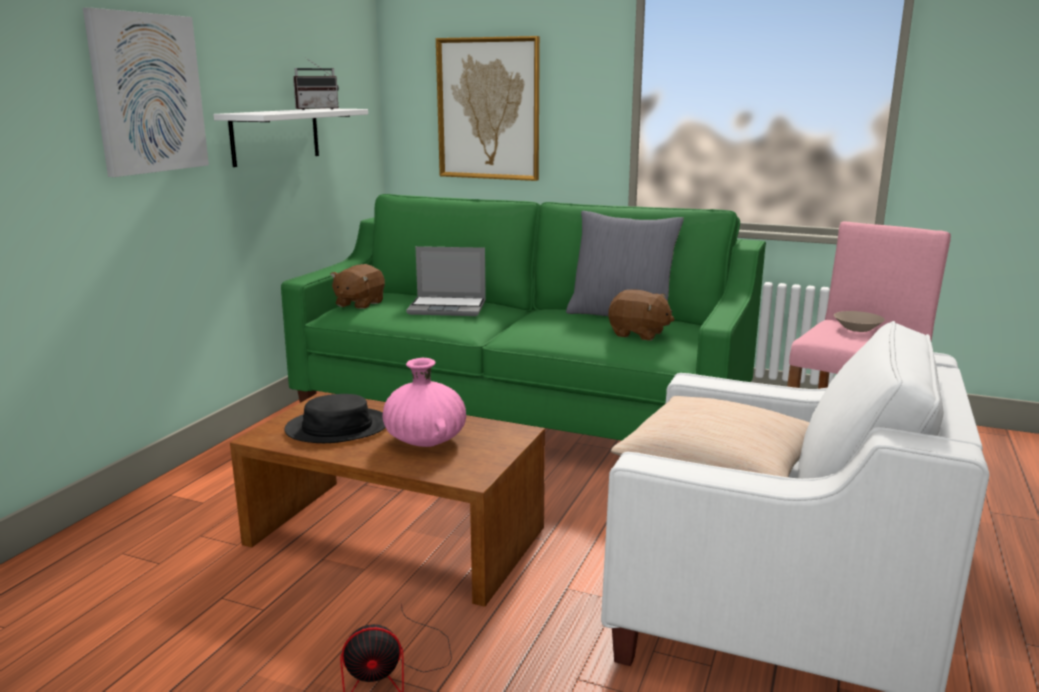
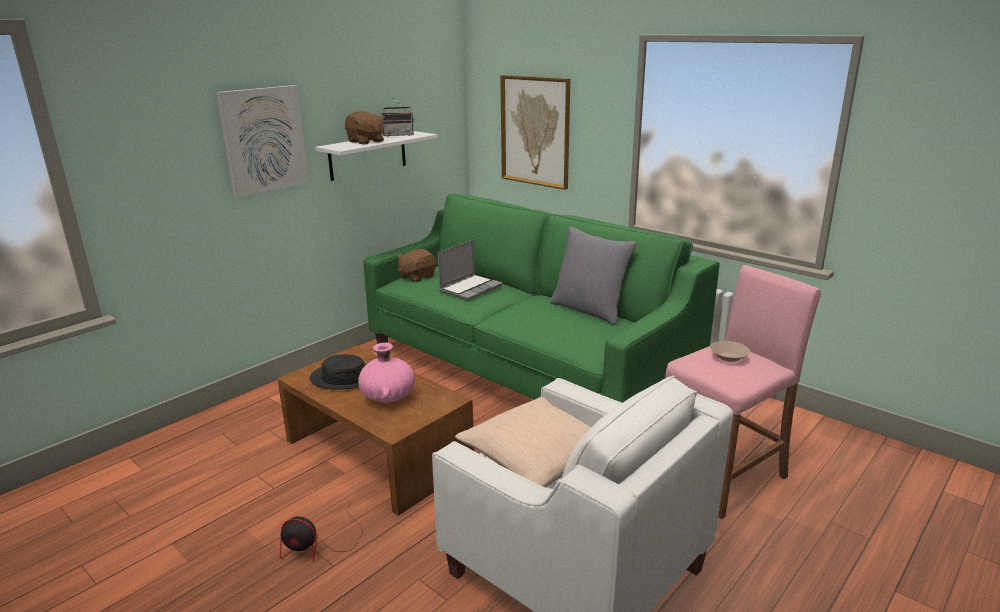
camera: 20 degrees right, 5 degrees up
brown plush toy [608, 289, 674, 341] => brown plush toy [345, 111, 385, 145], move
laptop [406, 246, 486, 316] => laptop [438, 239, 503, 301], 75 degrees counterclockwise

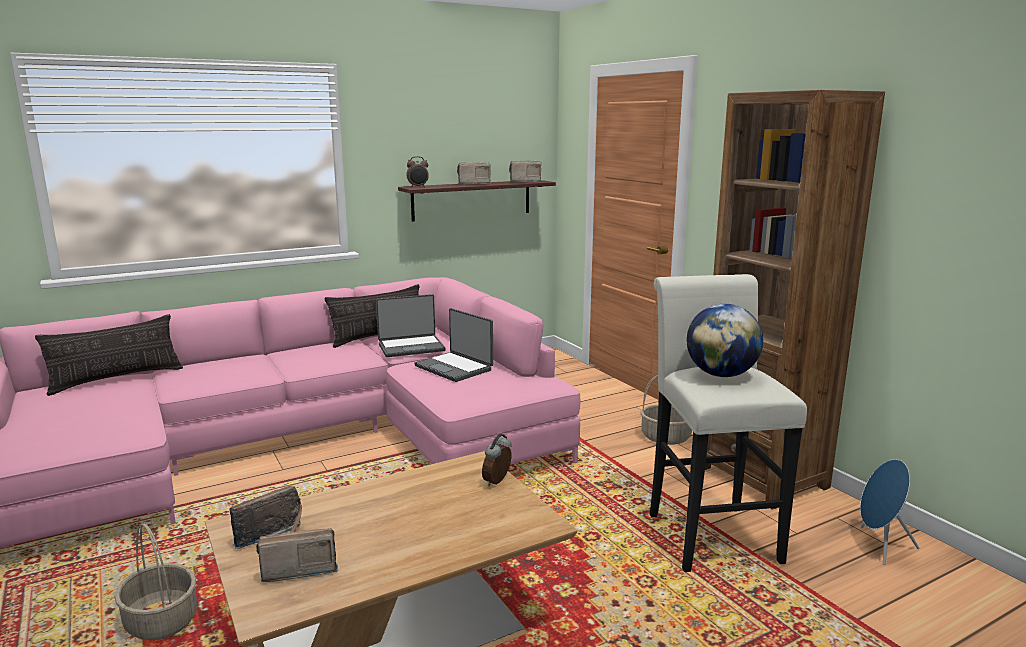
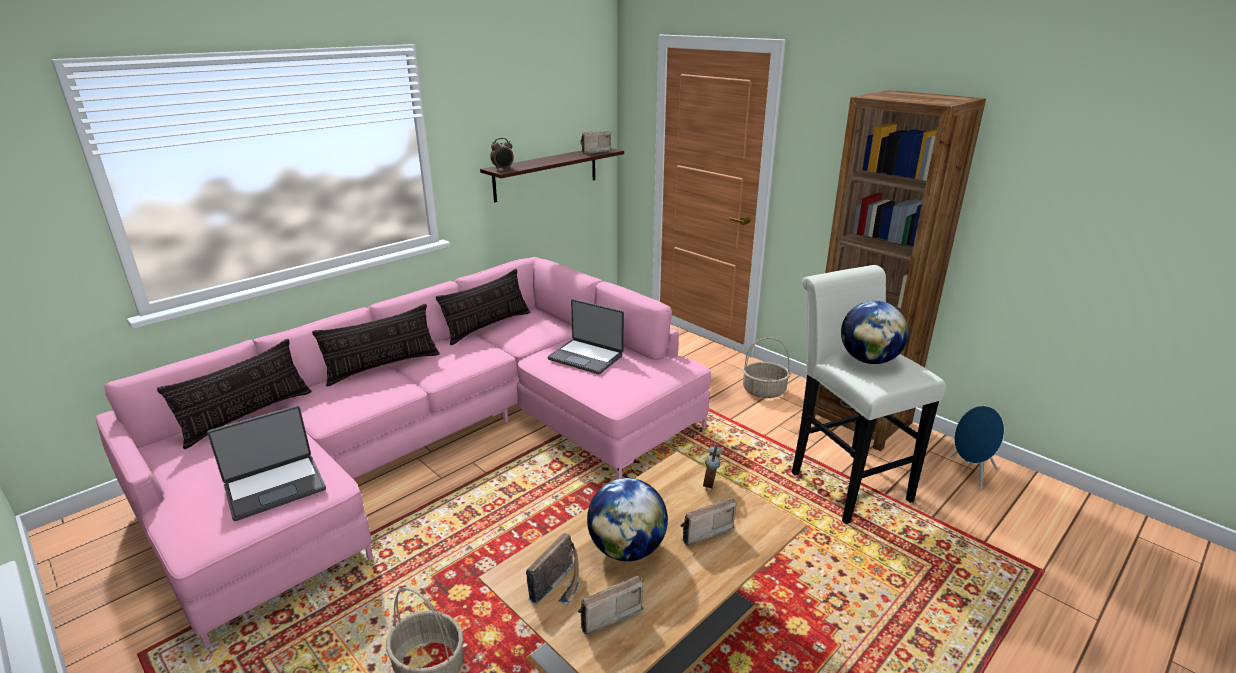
camera: 15 degrees left, 10 degrees up
laptop [376, 294, 446, 357] => laptop [207, 405, 326, 521], move
nothing => pillow [312, 304, 440, 387]
nothing => globe [587, 478, 668, 561]
radio [457, 162, 490, 185] => radio [680, 497, 736, 546], move

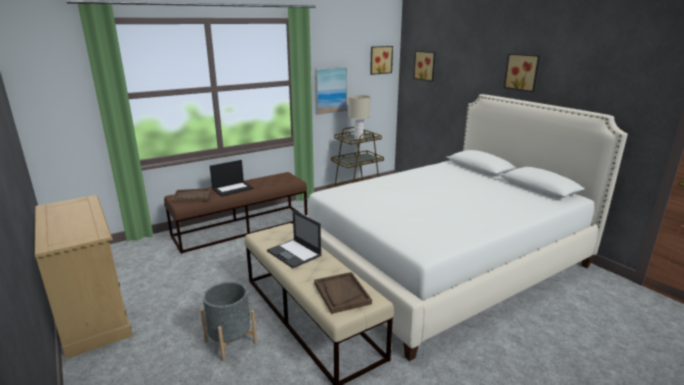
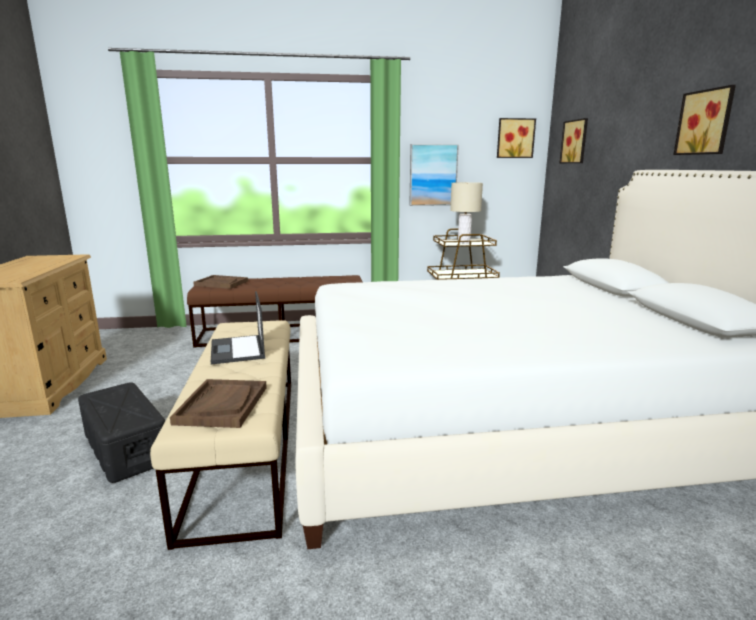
camera: 25 degrees right, 5 degrees down
grey planter [200, 282, 257, 361] => black storage box [78, 382, 165, 483]
laptop [210, 160, 254, 196] => nothing

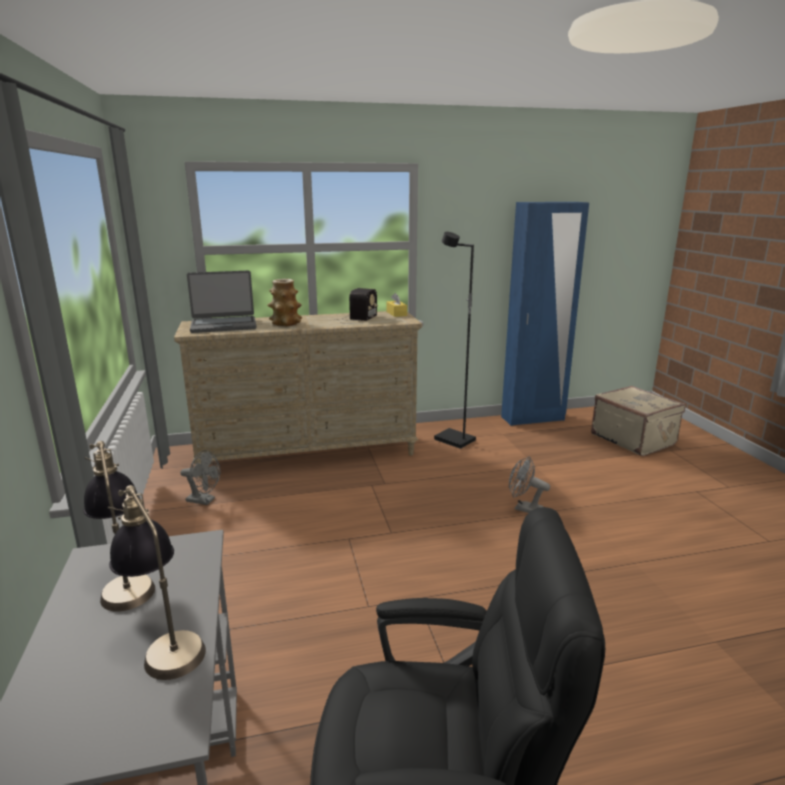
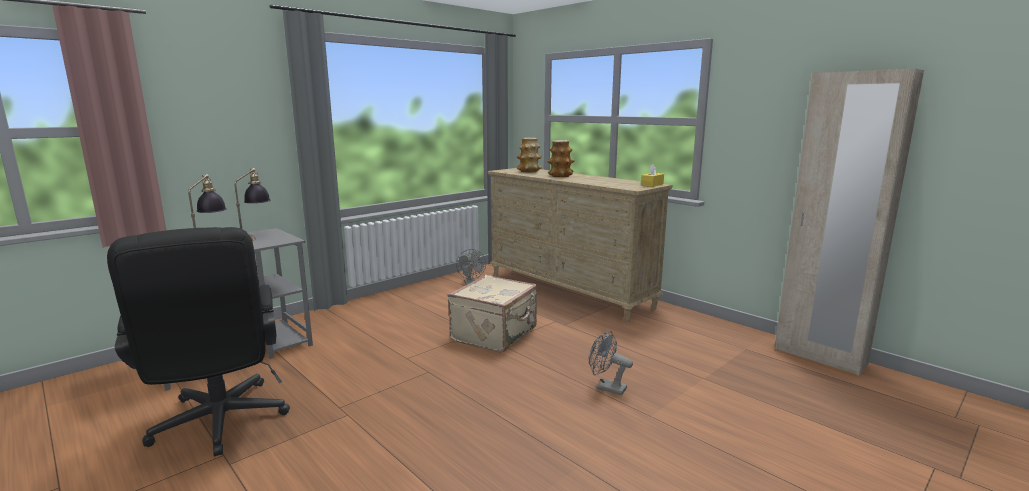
camera: 60 degrees right, 5 degrees down
beige suitcase [591, 386, 686, 456] => beige suitcase [448, 275, 538, 353], move
laptop [187, 270, 257, 333] => vase [517, 138, 542, 172]
grey fan [509, 456, 550, 513] => grey fan [589, 331, 633, 395], 60 degrees counterclockwise
blue wardrobe [501, 202, 589, 426] => beige wardrobe [775, 69, 924, 375]
radio [335, 288, 378, 324] => nothing
black floor lamp [434, 232, 476, 449] => nothing

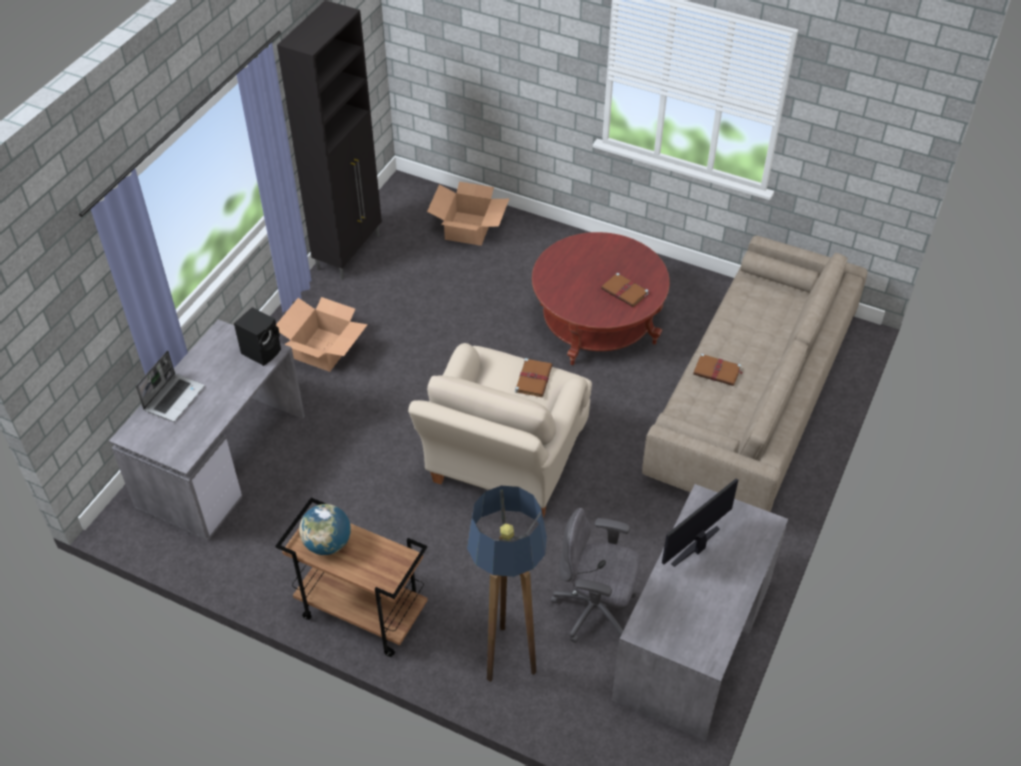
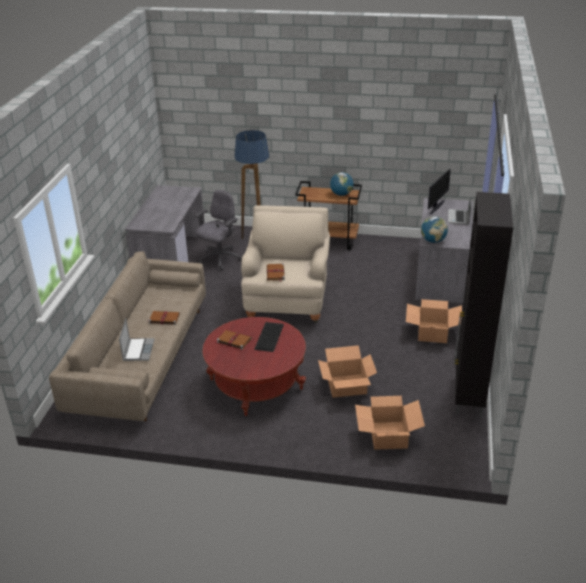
camera: 165 degrees right, 15 degrees down
nothing => laptop [119, 318, 154, 361]
grey office chair [551, 508, 640, 643] => grey office chair [194, 190, 242, 271], 60 degrees counterclockwise
nothing => keyboard [254, 322, 284, 352]
nothing => cardboard box [318, 345, 377, 398]
black speaker [234, 307, 281, 366] => globe [421, 216, 448, 243]
monitor [662, 478, 738, 567] => monitor [428, 169, 451, 214], move

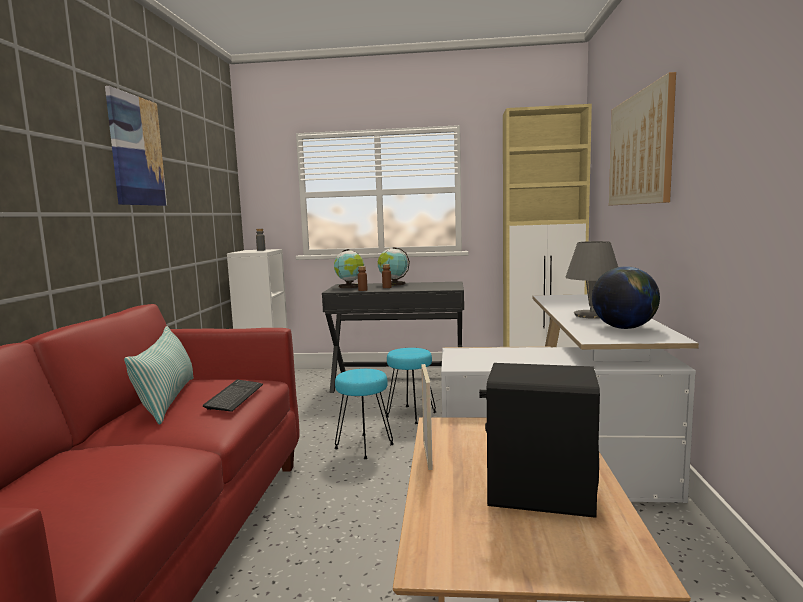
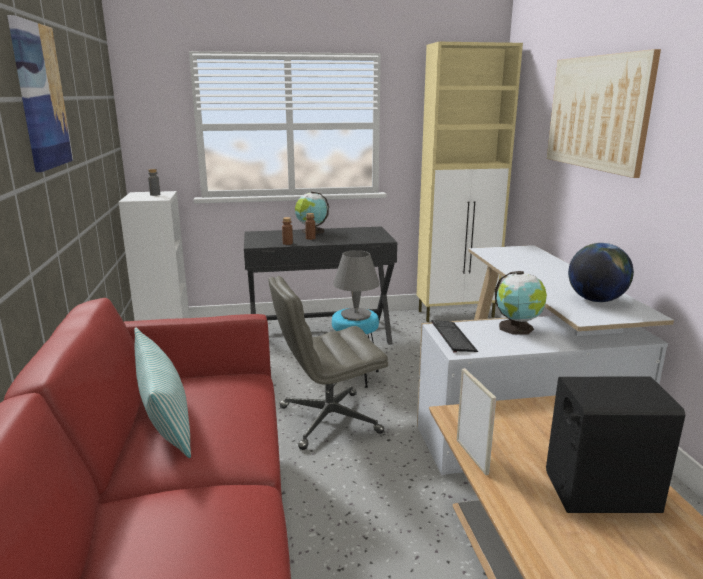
camera: 15 degrees left, 10 degrees up
turquoise stool [334, 369, 394, 459] => grey office chair [269, 276, 388, 450]
grey table lamp [565, 241, 618, 319] => grey table lamp [333, 250, 380, 321], move
keyboard [203, 380, 263, 412] => keyboard [431, 320, 478, 352], move
globe [334, 249, 364, 288] => globe [495, 271, 547, 335], move

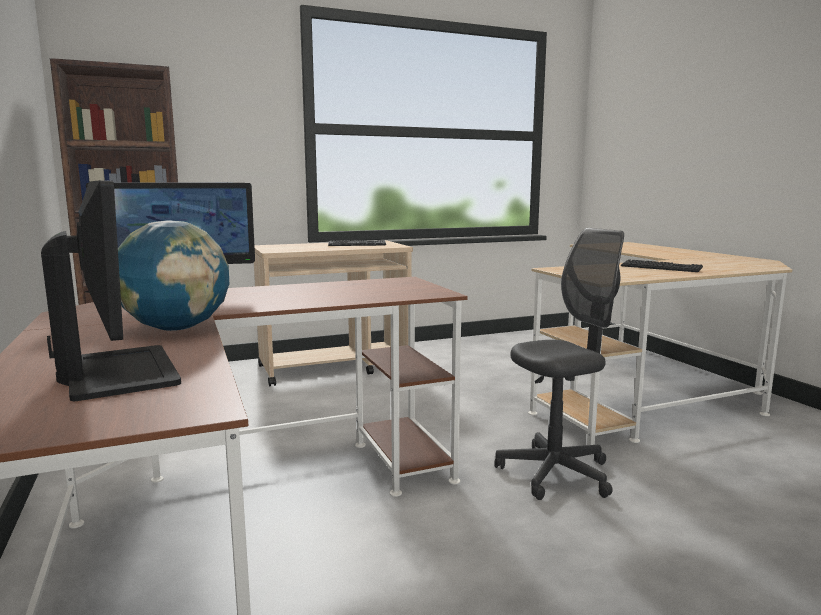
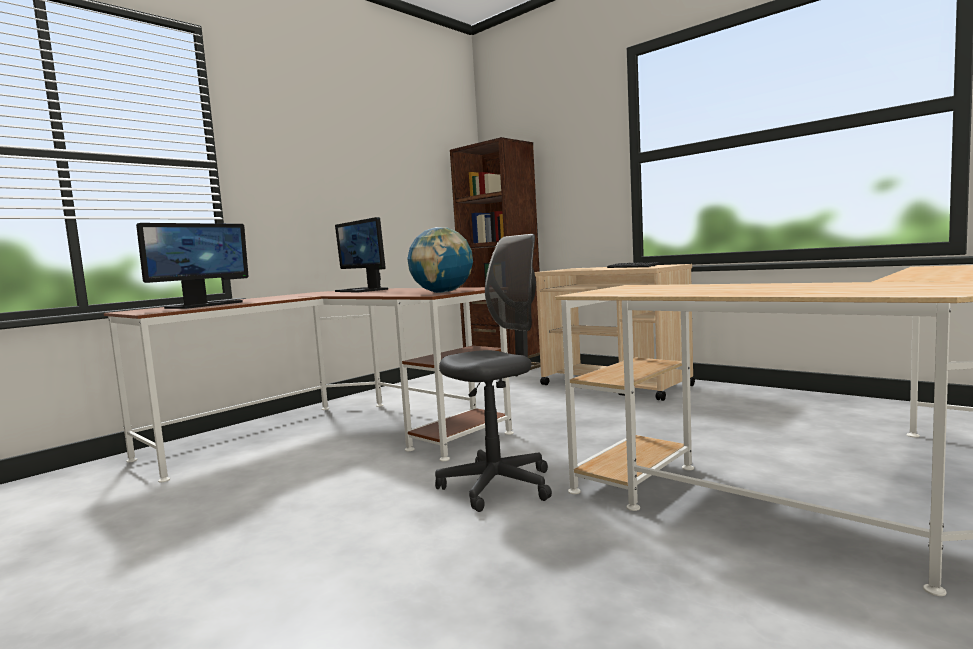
camera: 65 degrees right, 5 degrees down
globe [118, 220, 229, 331] => globe [407, 227, 473, 293], move
grey office chair [494, 228, 624, 500] => grey office chair [435, 234, 552, 512], 75 degrees counterclockwise
keyboard [621, 259, 703, 272] => nothing

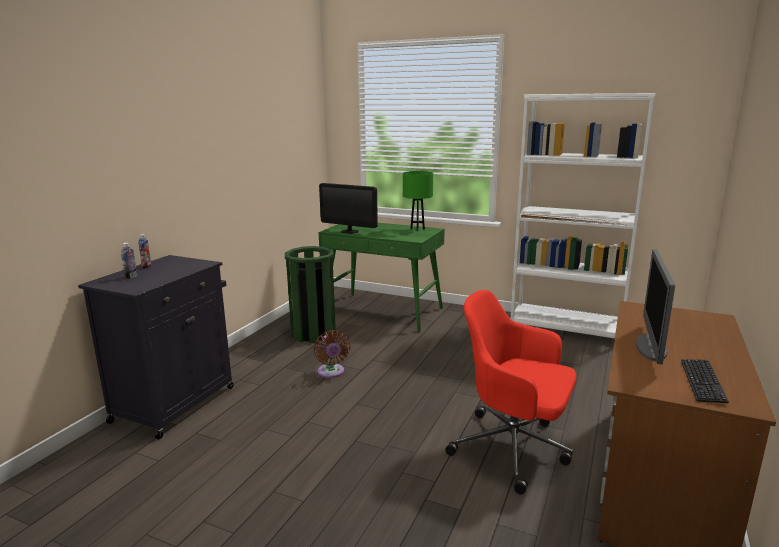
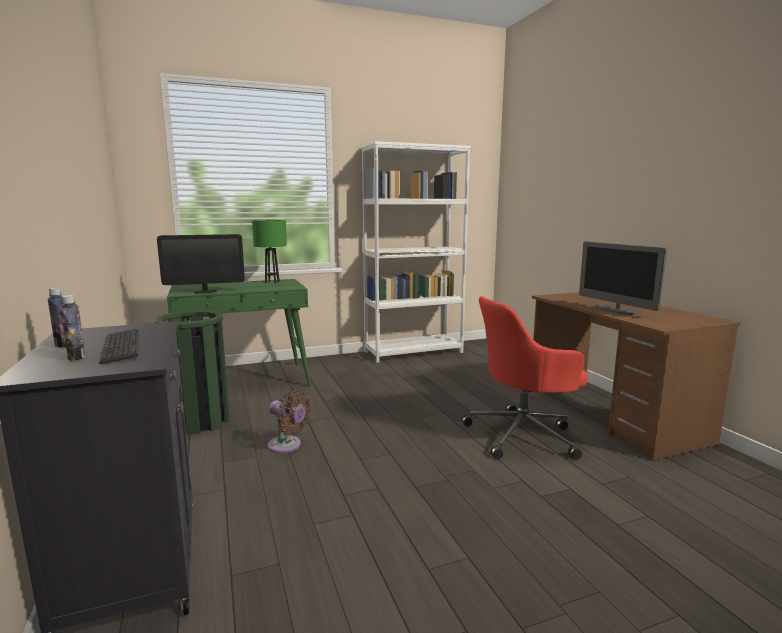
camera: 45 degrees left, 5 degrees down
keyboard [681, 359, 729, 403] => keyboard [99, 329, 139, 364], move

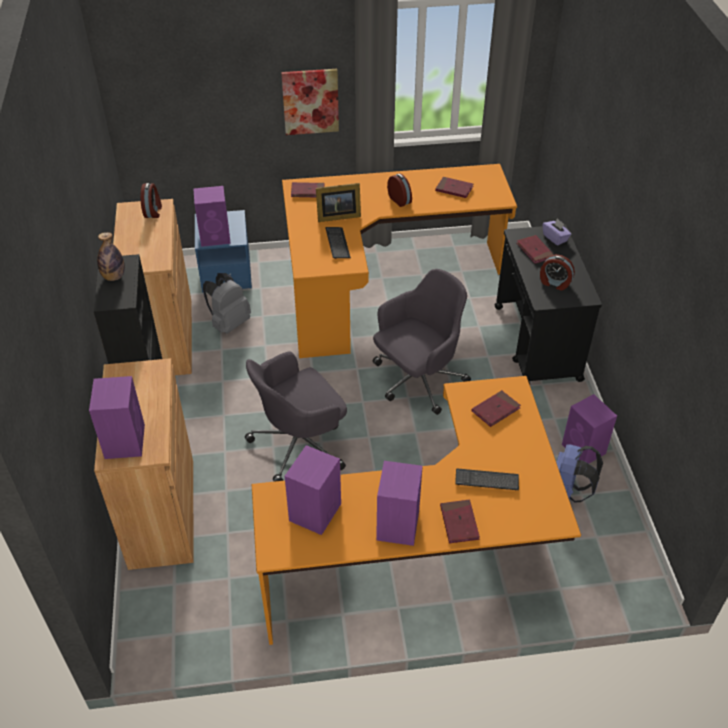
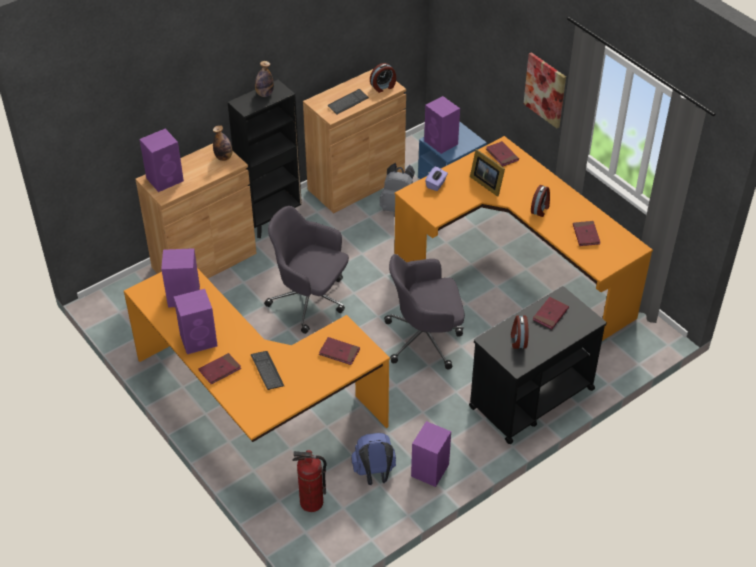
camera: 60 degrees right, 0 degrees up
nothing => bottle [213, 125, 232, 161]
nothing => fire extinguisher [292, 450, 327, 512]
keyboard [326, 227, 351, 259] => keyboard [328, 89, 369, 114], move
grey office chair [373, 269, 471, 415] => grey office chair [384, 254, 465, 369], 150 degrees clockwise
purple tissue box [543, 218, 571, 246] => purple tissue box [425, 166, 448, 191], move

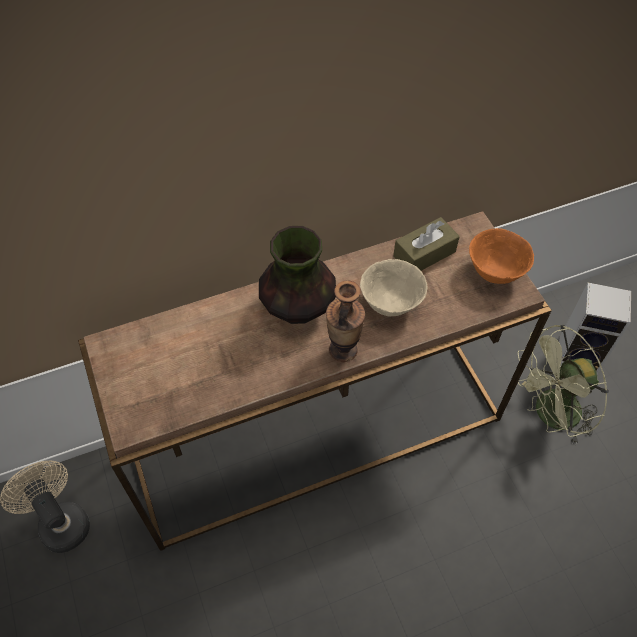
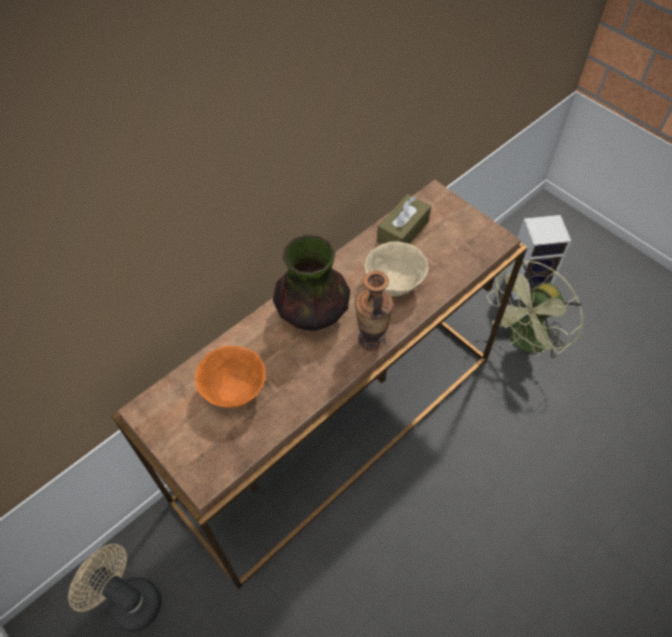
camera: 20 degrees left, 0 degrees up
orange bowl [469, 228, 534, 284] => orange bowl [195, 346, 266, 408], move

